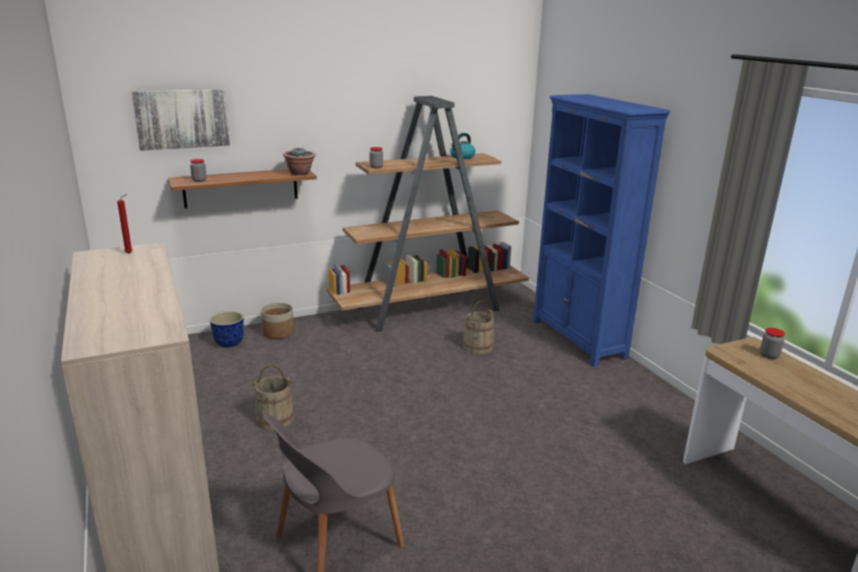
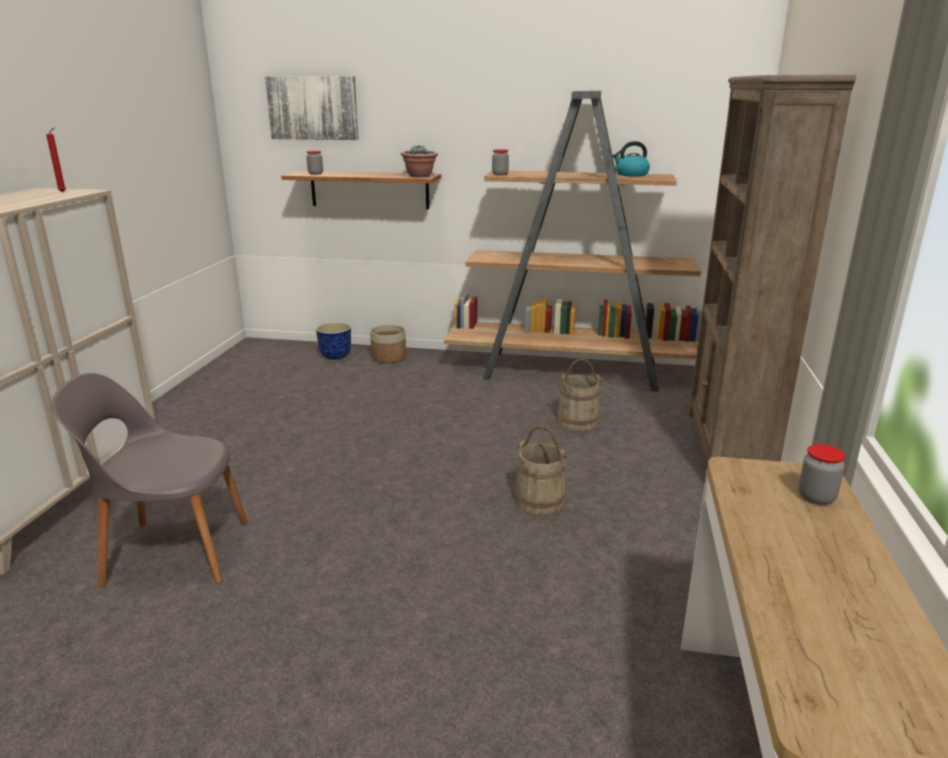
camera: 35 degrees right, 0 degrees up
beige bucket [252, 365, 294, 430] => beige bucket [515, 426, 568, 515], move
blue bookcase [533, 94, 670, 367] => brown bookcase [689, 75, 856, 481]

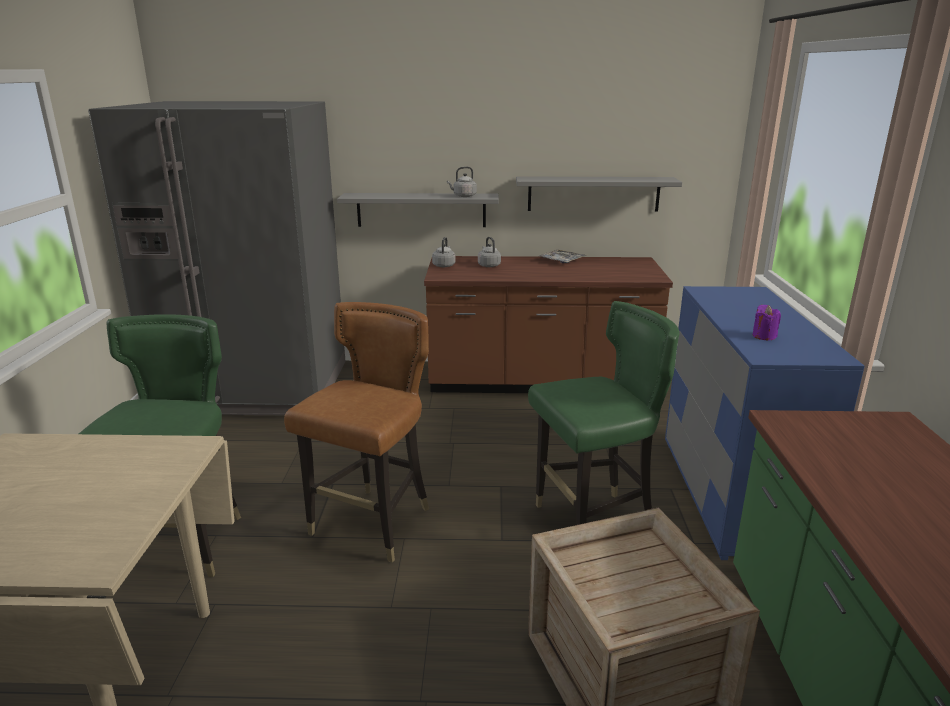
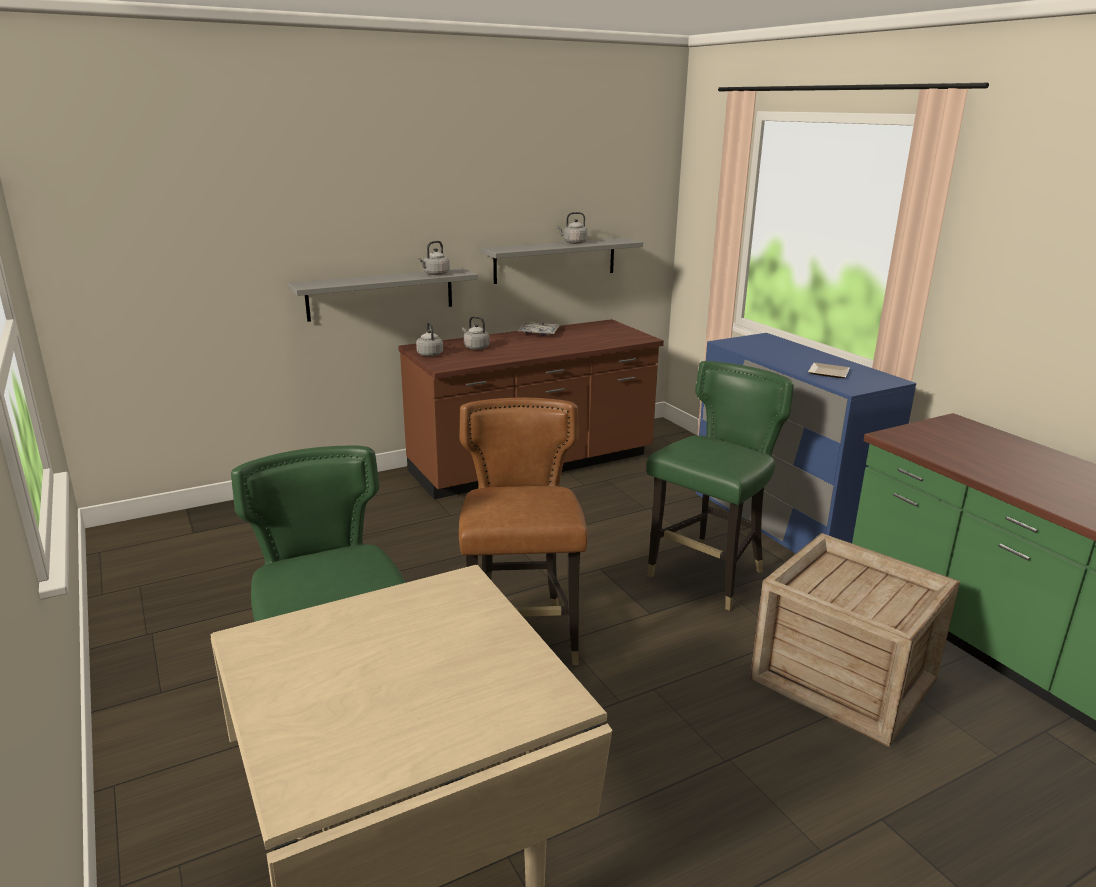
camera: 30 degrees left, 0 degrees up
nothing => grey kettle [557, 212, 588, 244]
purple candle [752, 305, 781, 340] => plate [808, 363, 850, 378]
grey fridge [88, 101, 345, 415] => nothing

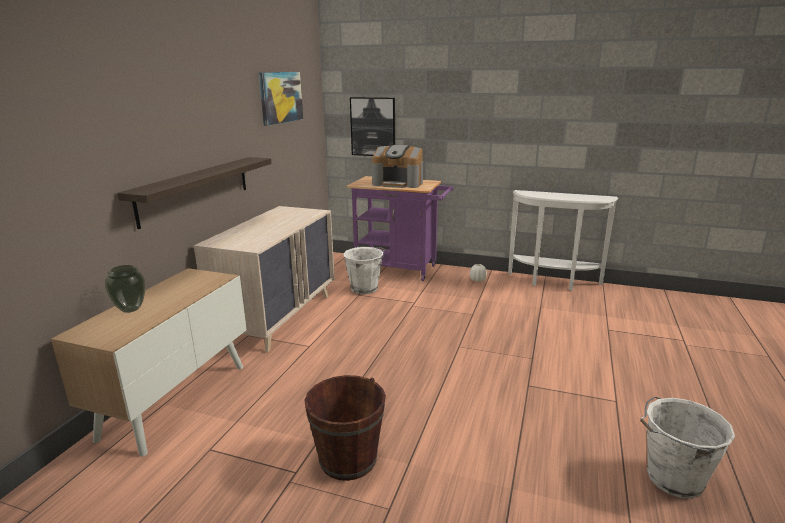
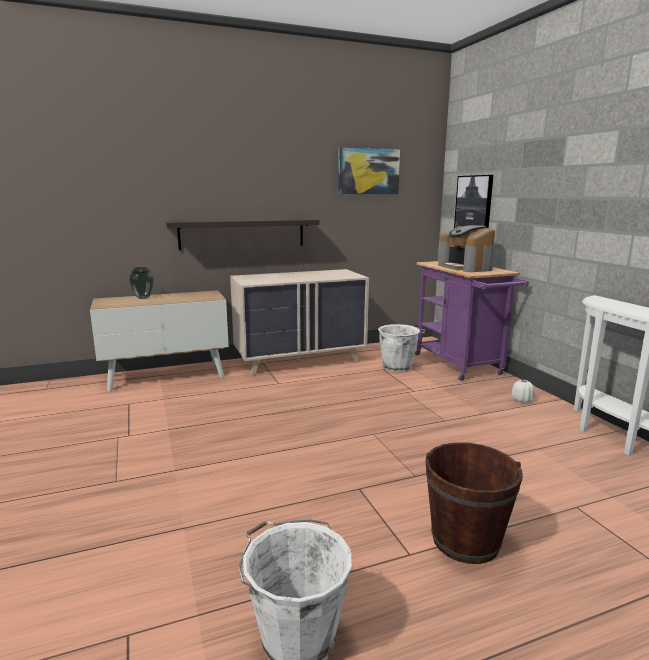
camera: 50 degrees right, 5 degrees down
brown bucket [305, 375, 386, 481] => brown bucket [425, 442, 523, 564], move

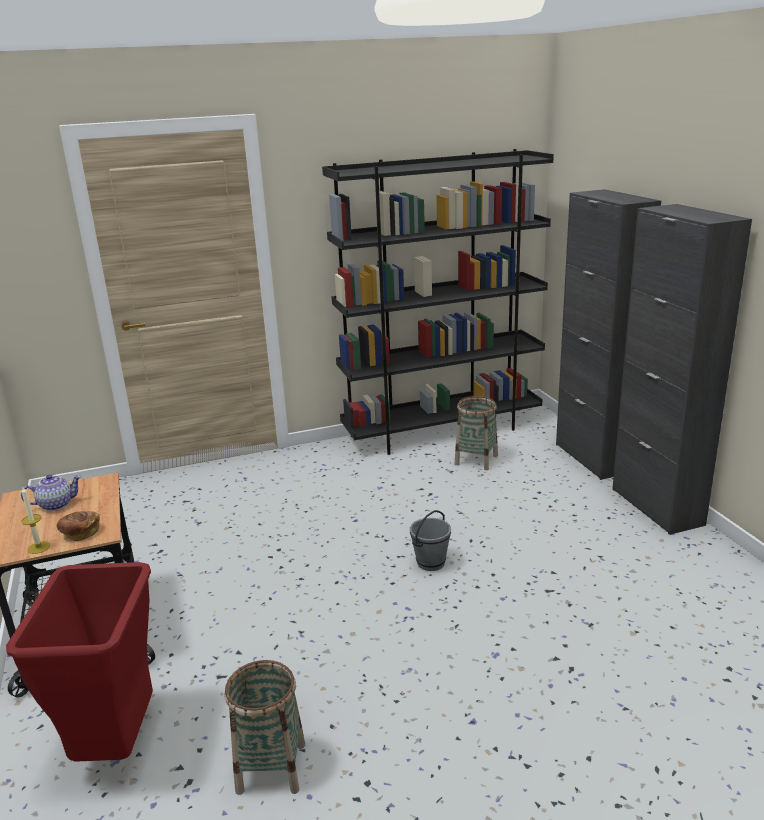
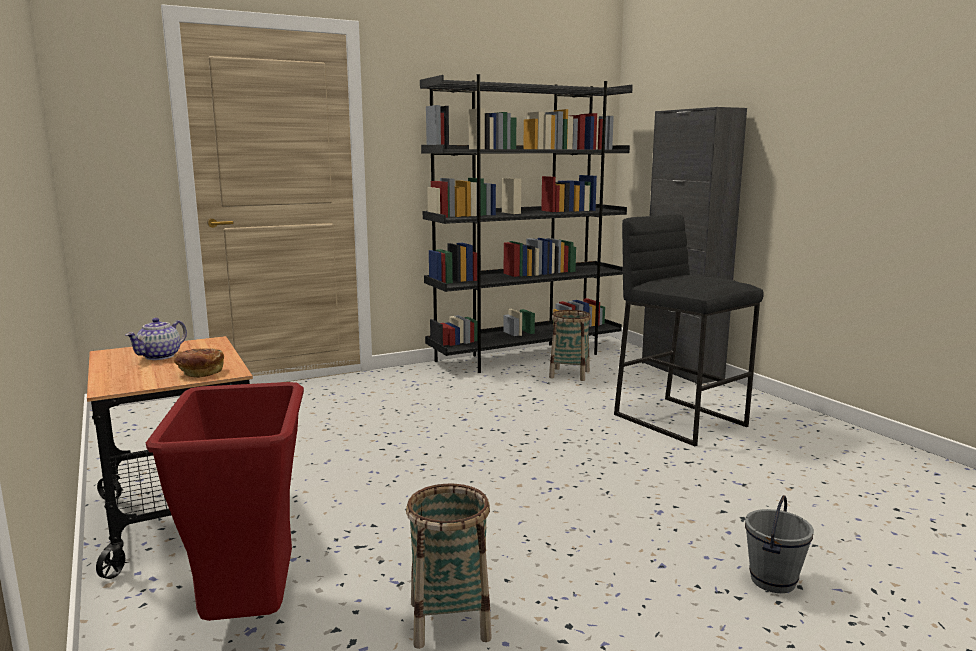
camera: 10 degrees left, 10 degrees down
teapot [21, 474, 82, 511] => teapot [125, 318, 187, 360], 150 degrees clockwise
nothing => black stool [614, 214, 764, 446]
grey bucket [410, 510, 451, 571] => grey bucket [745, 495, 814, 593], move
candle [22, 487, 50, 554] => nothing
black cabinet [612, 204, 752, 535] => nothing

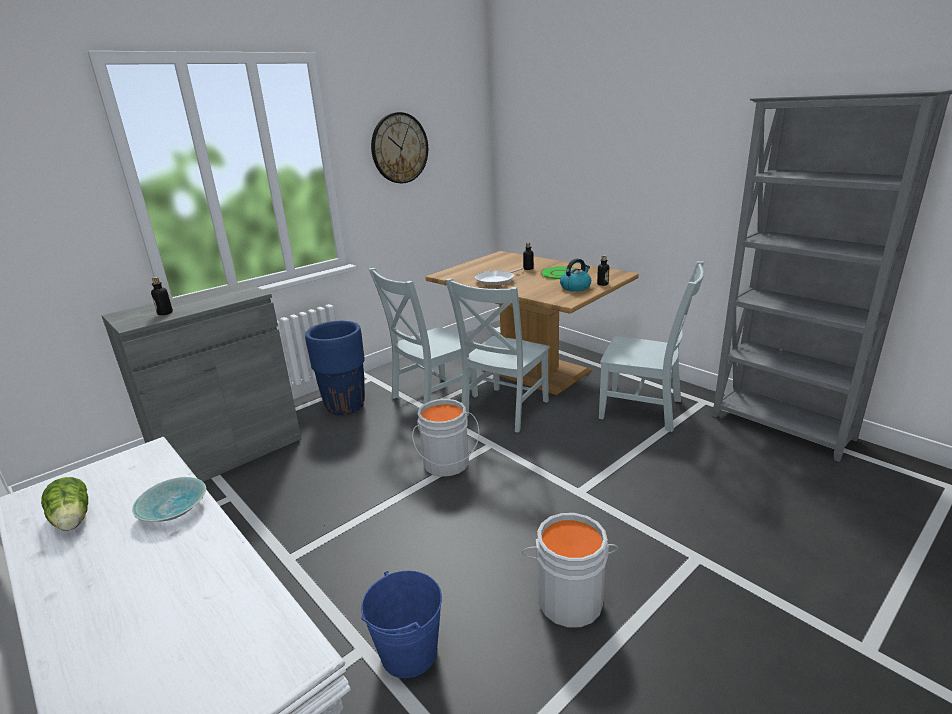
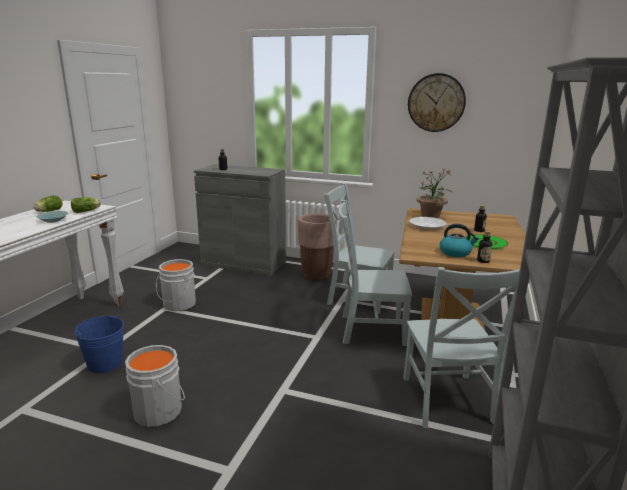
camera: 60 degrees right, 5 degrees down
nothing => lettuce [71, 197, 101, 213]
grey bucket [412, 399, 479, 477] => grey bucket [156, 259, 196, 311], move
blue planter [305, 321, 365, 416] => brown planter [298, 213, 337, 281]
nothing => potted plant [417, 169, 453, 218]

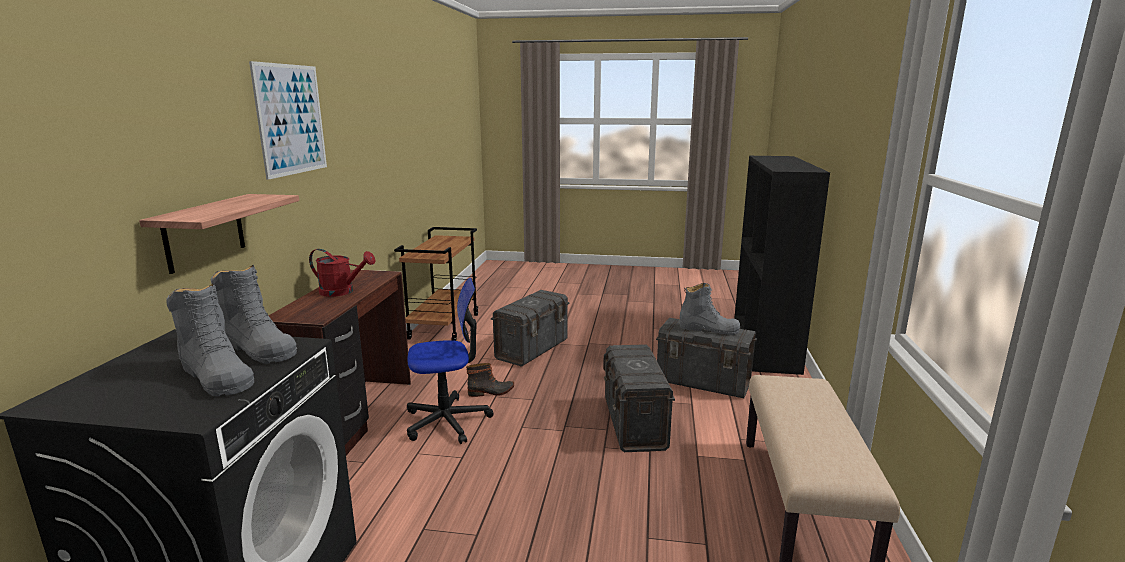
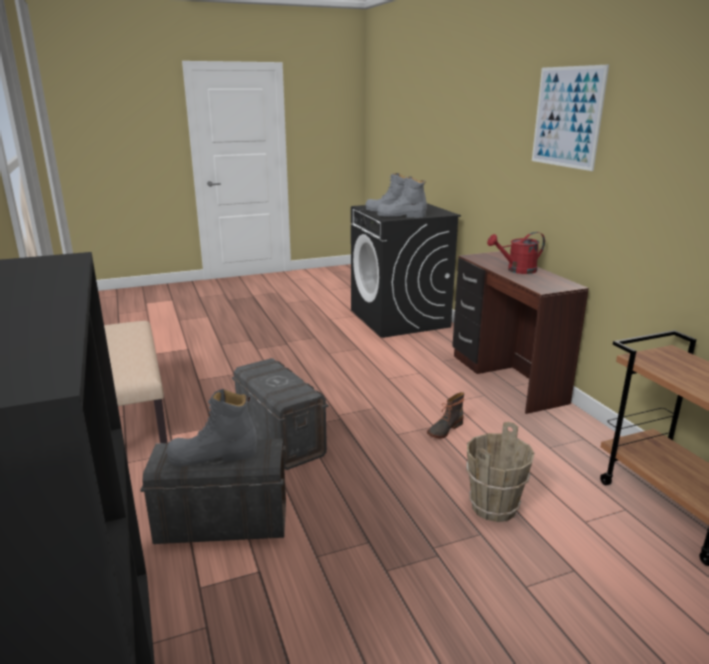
camera: 150 degrees right, 5 degrees up
grey storage box [491, 290, 569, 367] => brown bucket [466, 422, 534, 522]
shelf [139, 194, 299, 274] => nothing
office chair [407, 278, 494, 444] => nothing

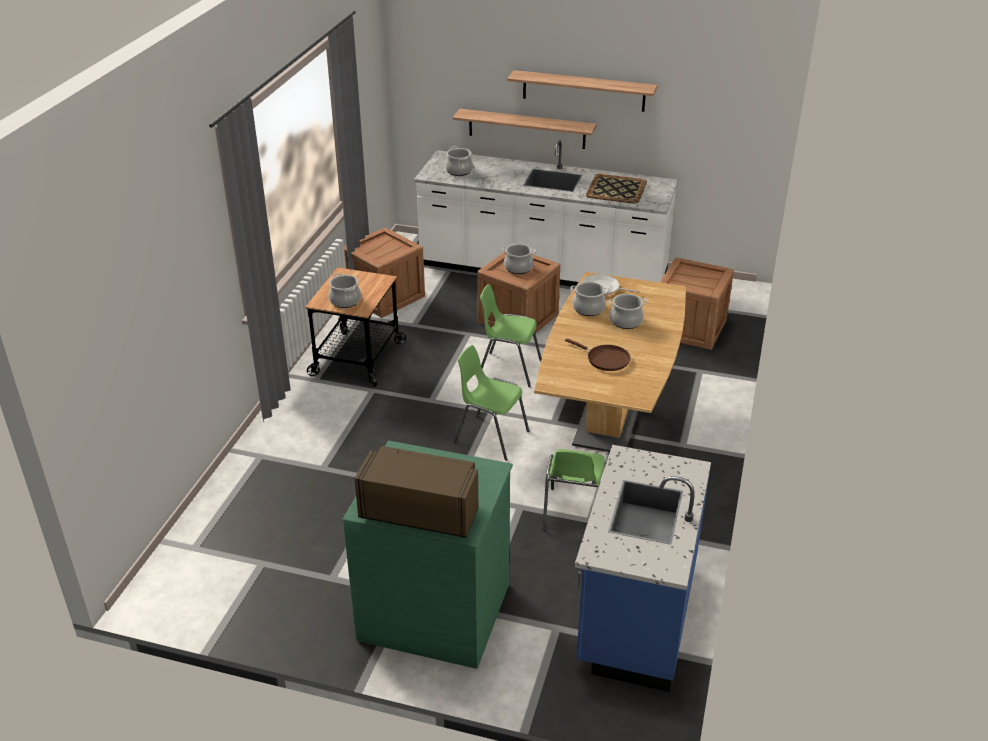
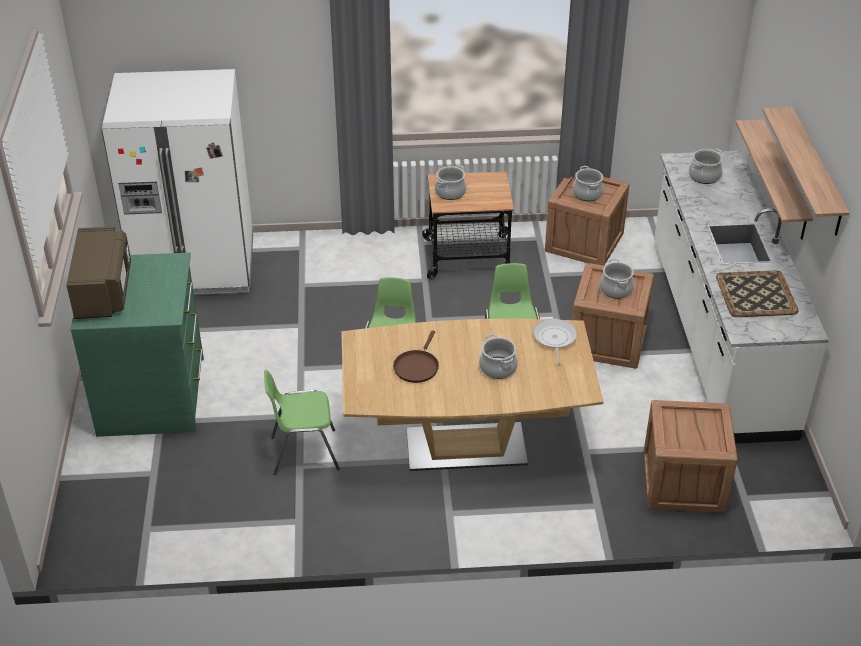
camera: 70 degrees right, 5 degrees up
nothing => white fridge [101, 69, 253, 295]
cooking pot [571, 281, 610, 316] => cooking pot [572, 166, 604, 201], move
blue counter [575, 445, 711, 692] => nothing

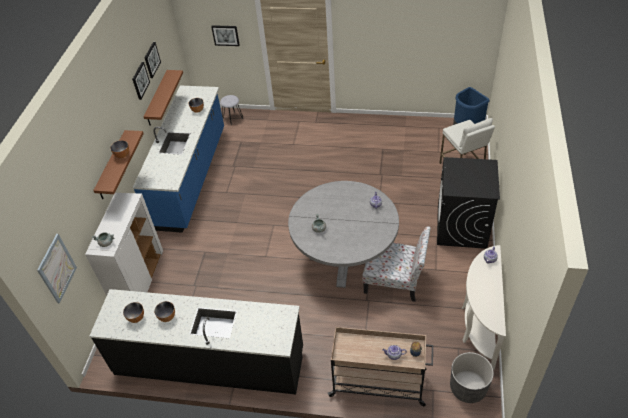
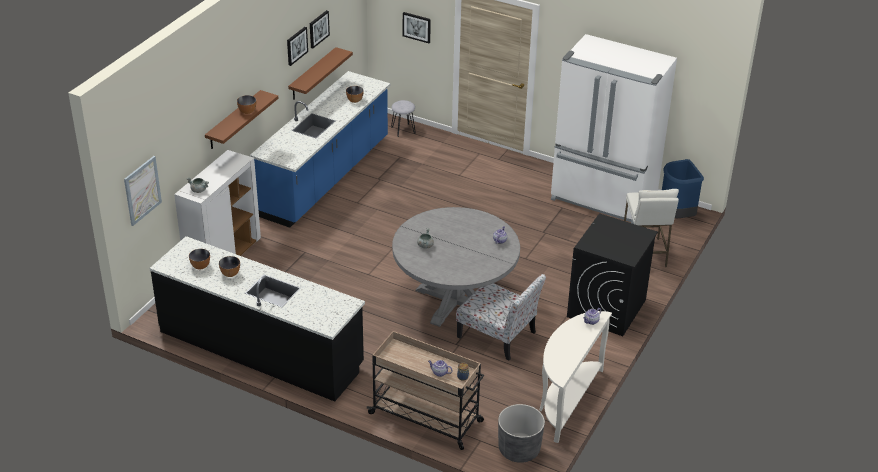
camera: 15 degrees right, 10 degrees down
nothing => white fridge [551, 34, 677, 224]

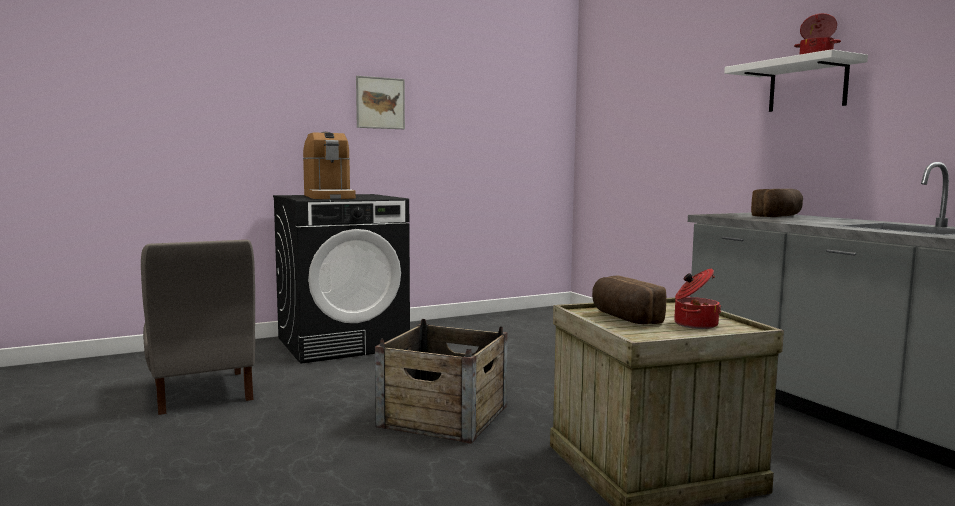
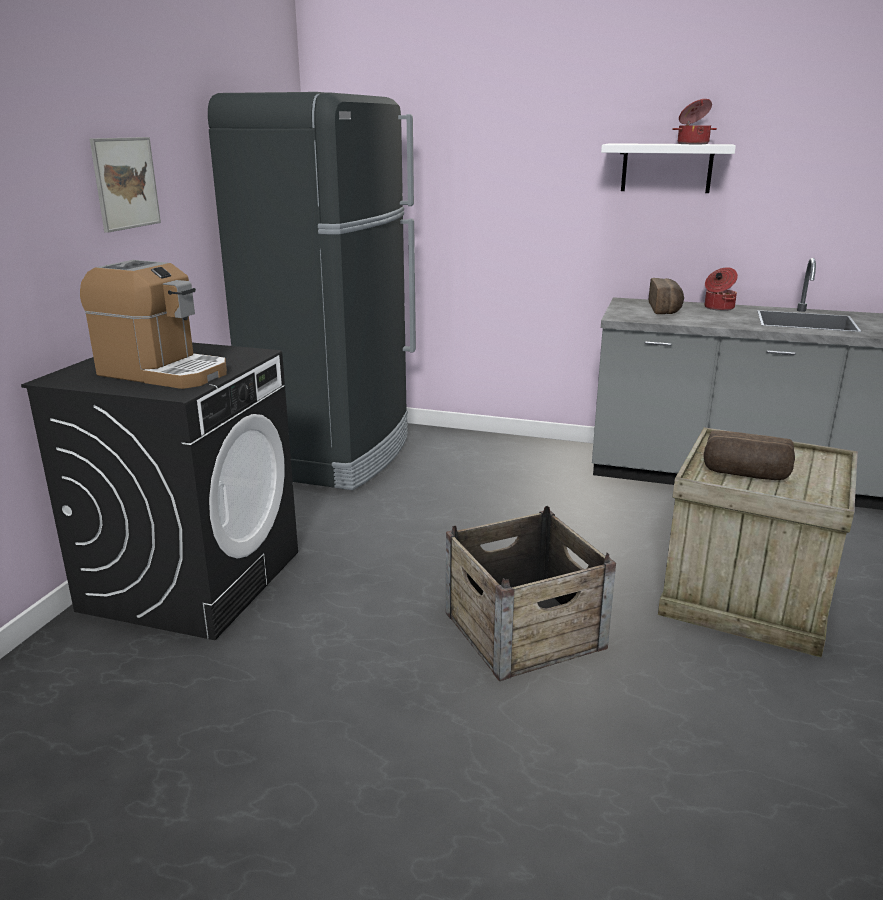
camera: 45 degrees left, 15 degrees up
nothing => black fridge [208, 92, 416, 490]
cooking pot [674, 269, 722, 329] => cooking pot [705, 267, 738, 311], move
grey chair [141, 240, 256, 415] => nothing

